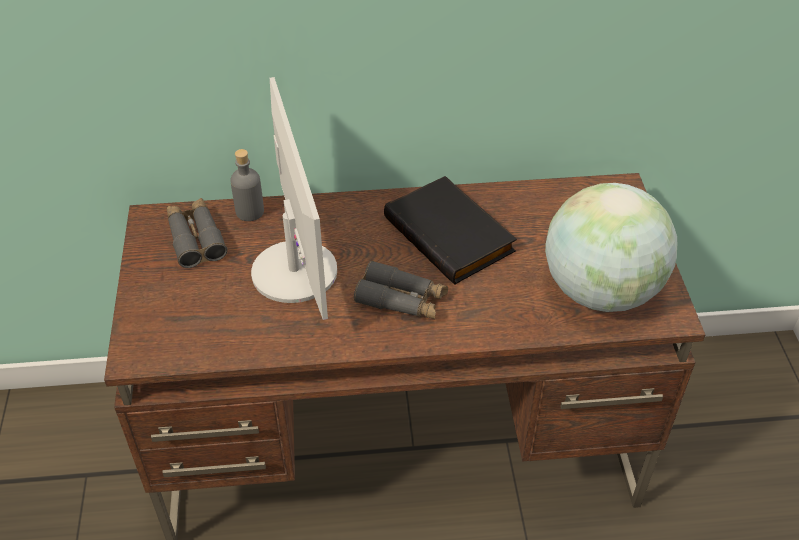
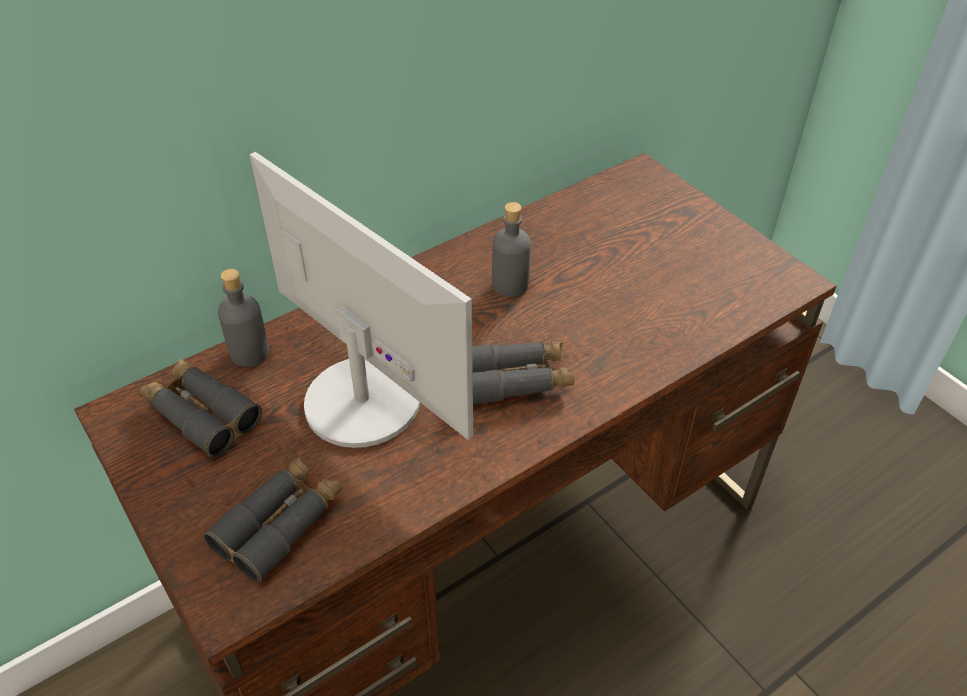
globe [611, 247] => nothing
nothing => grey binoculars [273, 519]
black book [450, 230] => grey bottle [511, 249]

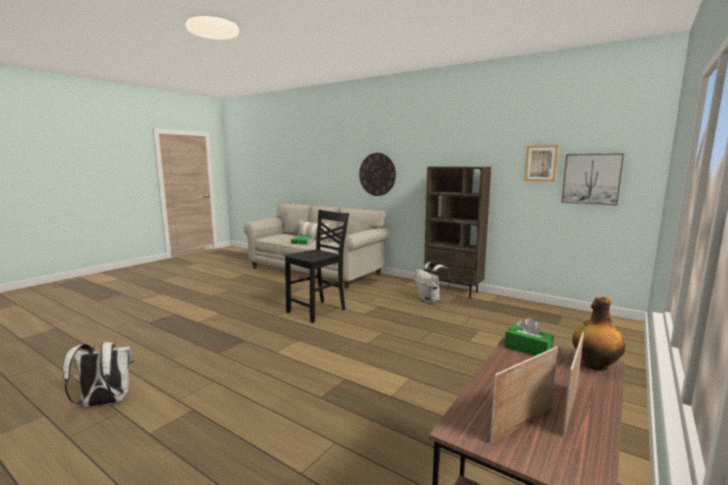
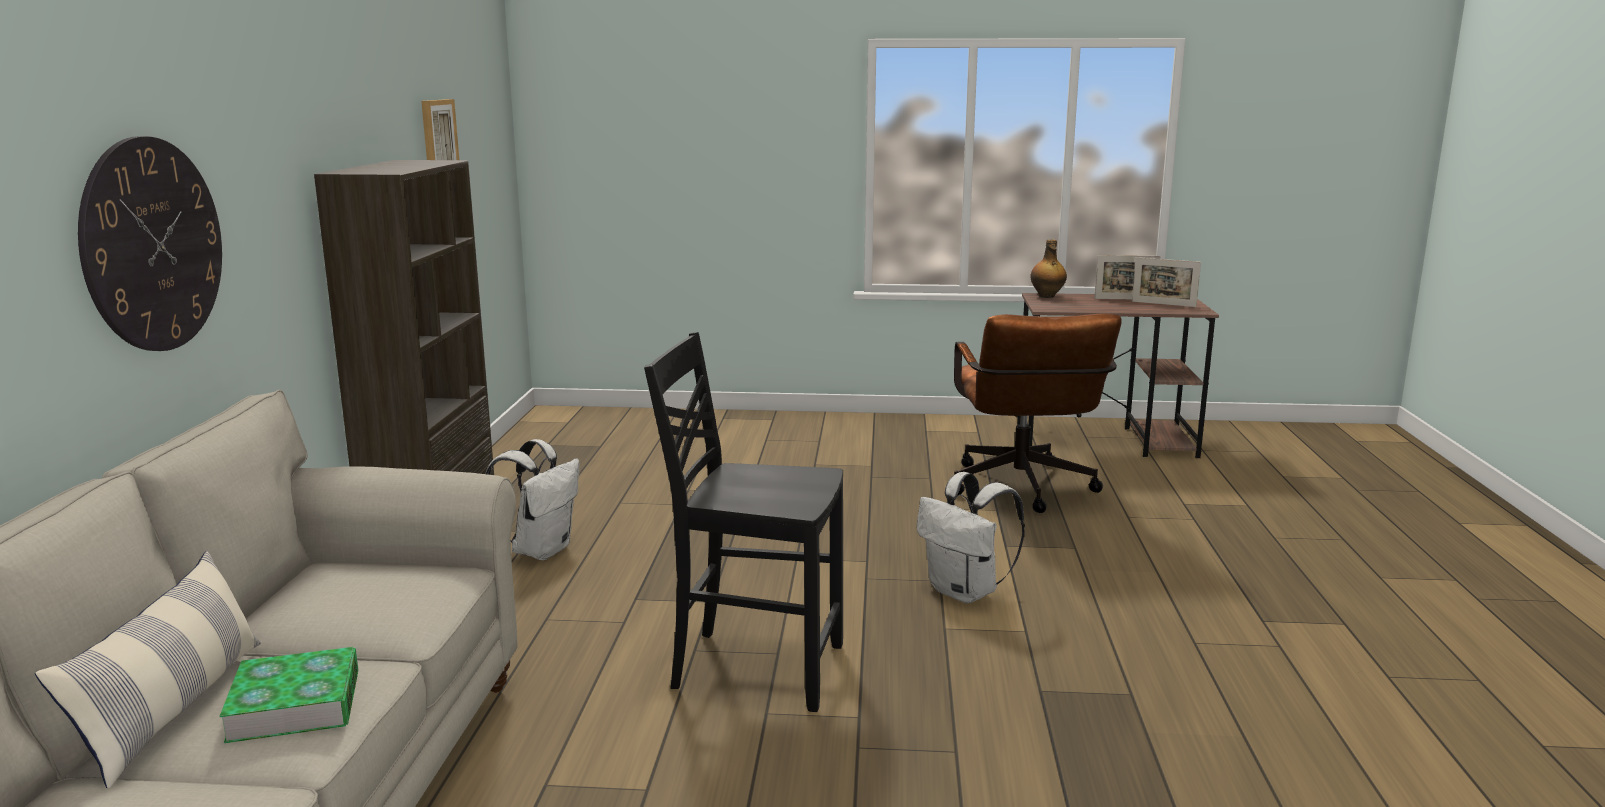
green tissue box [529, 336] => nothing
picture [592, 179] => nothing
nothing => brown office chair [1038, 413]
white backpack [98, 374] => white backpack [971, 537], moved

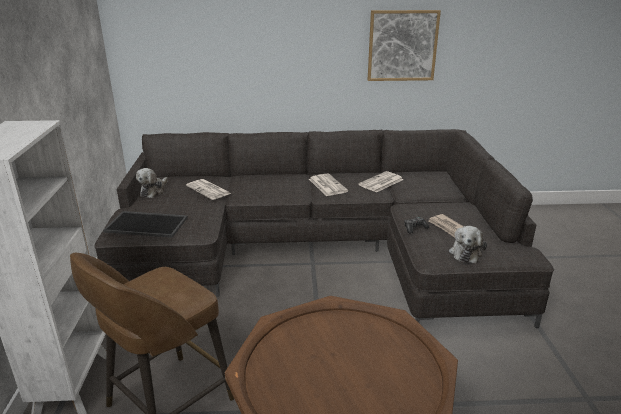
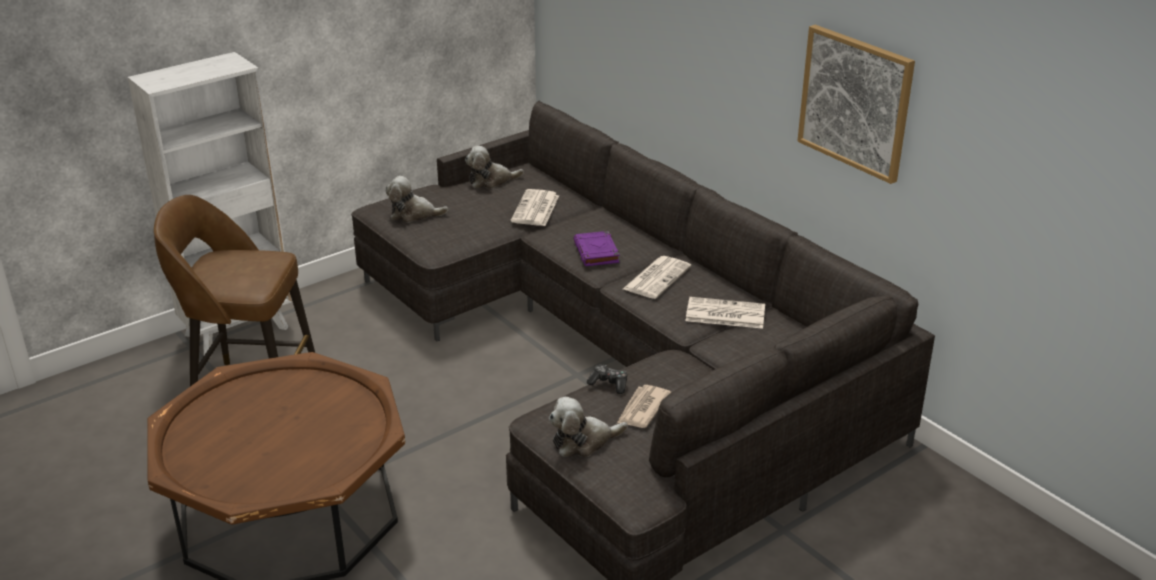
nothing => purple book [596, 248]
tray [145, 224] => plush toy [417, 199]

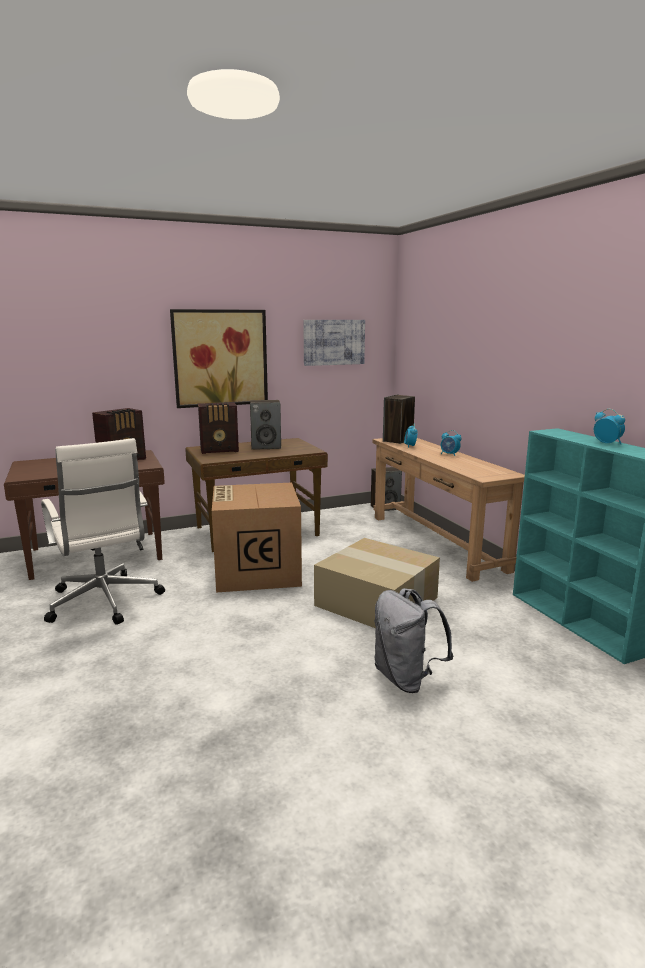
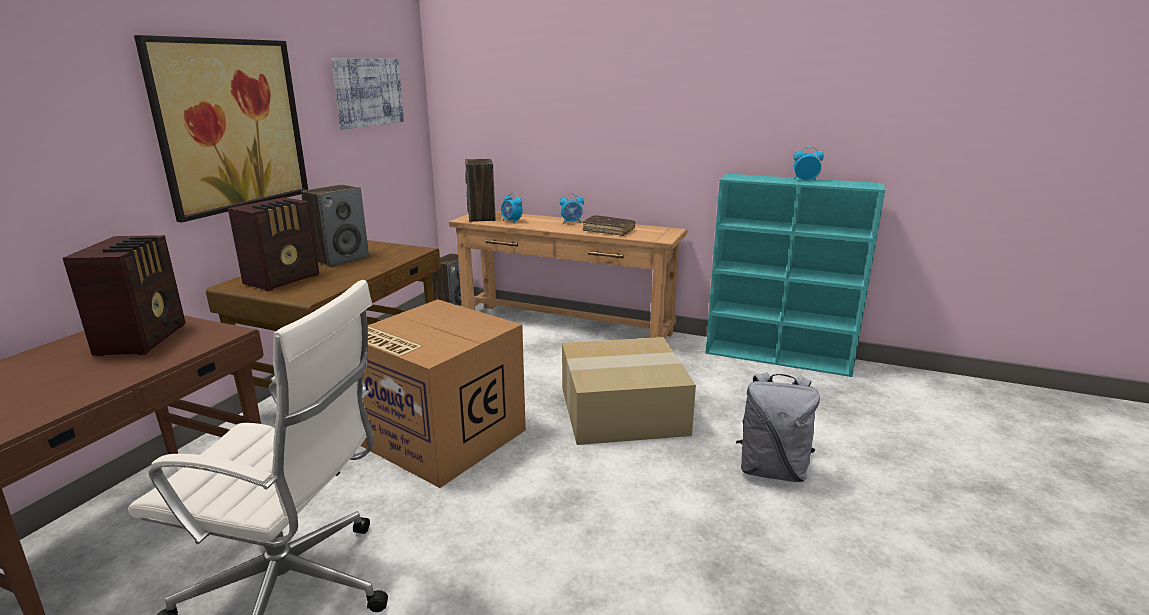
nothing => brown book [608, 225]

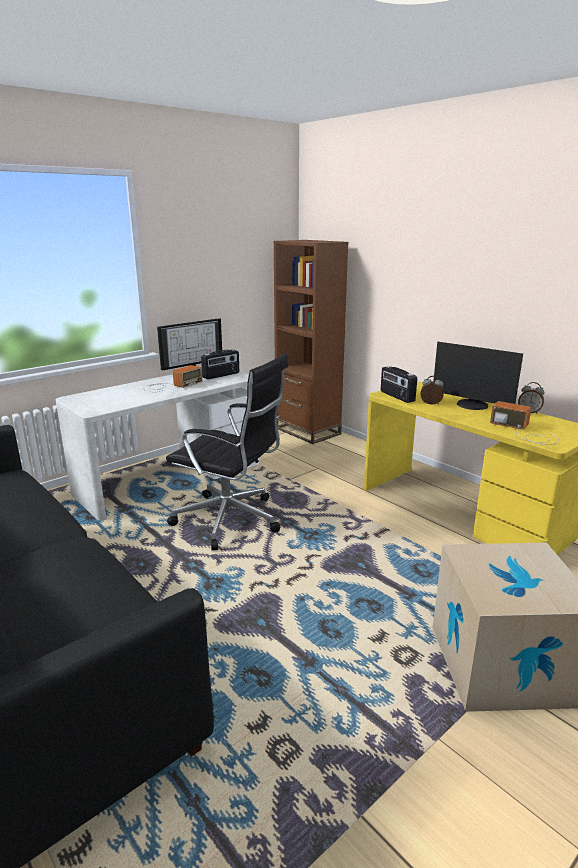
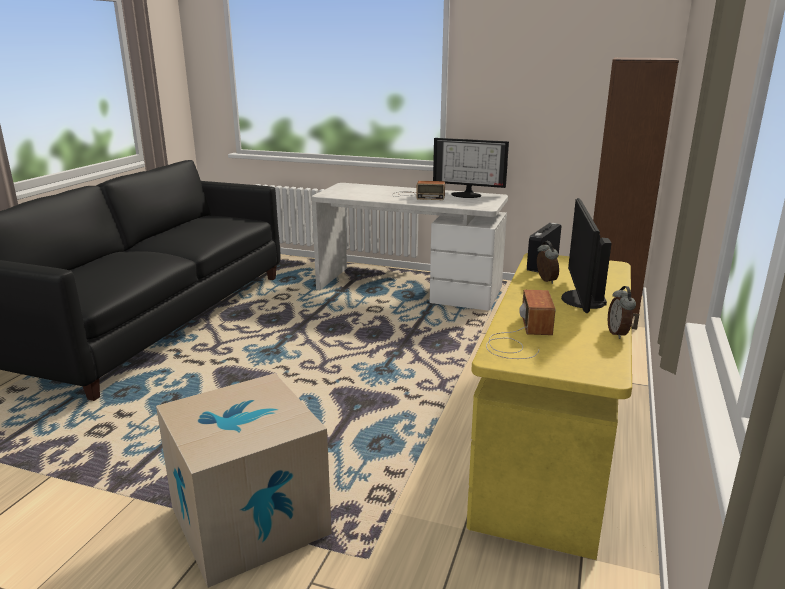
black office chair [227, 452] => nothing
radio [220, 364] => nothing

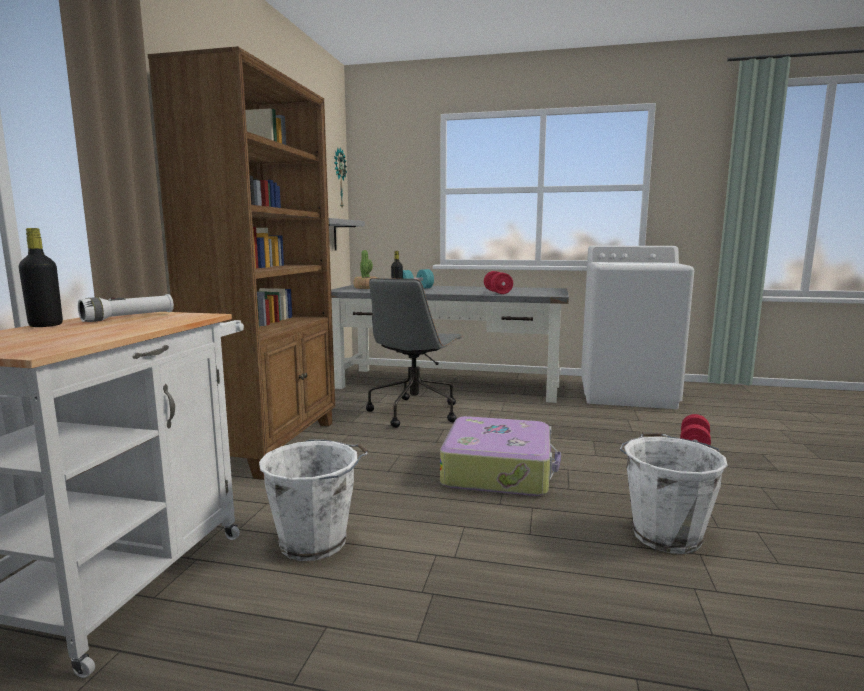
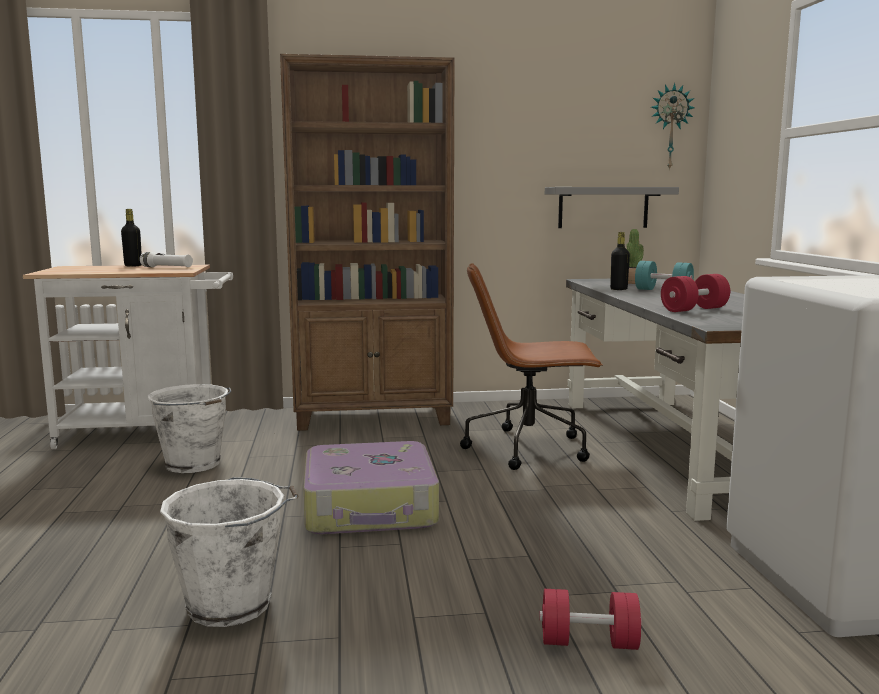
grey office chair [414, 353] => brown office chair [531, 366]

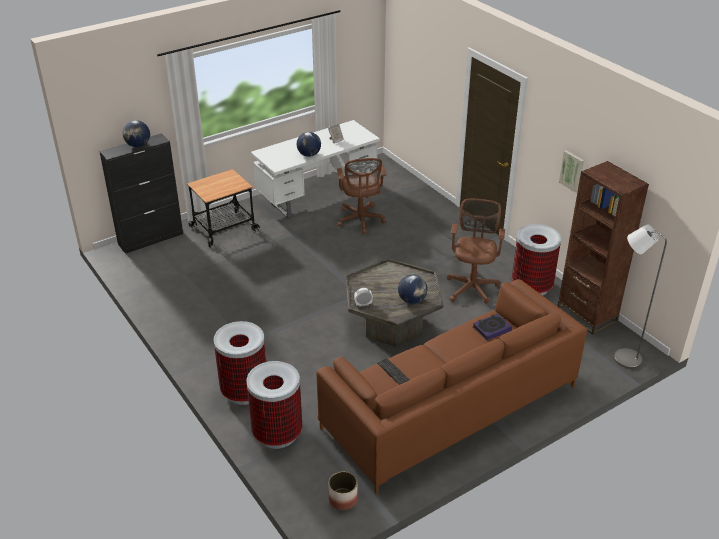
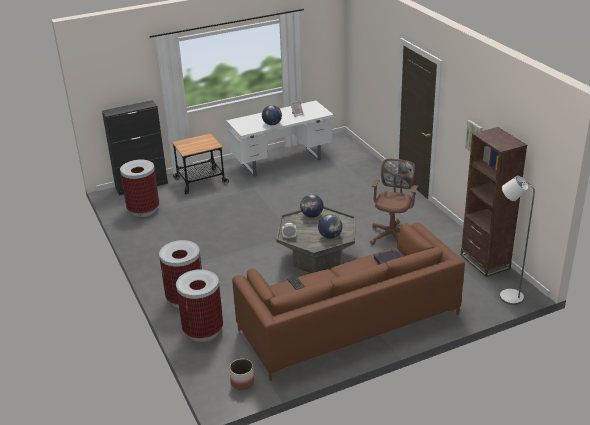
brown office chair [361, 196] => nothing
globe [136, 133] => globe [312, 206], moved
trash can [536, 259] => trash can [139, 188], moved

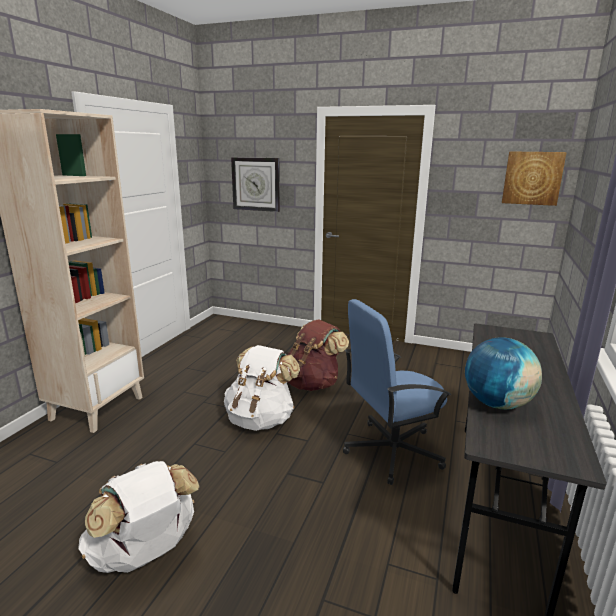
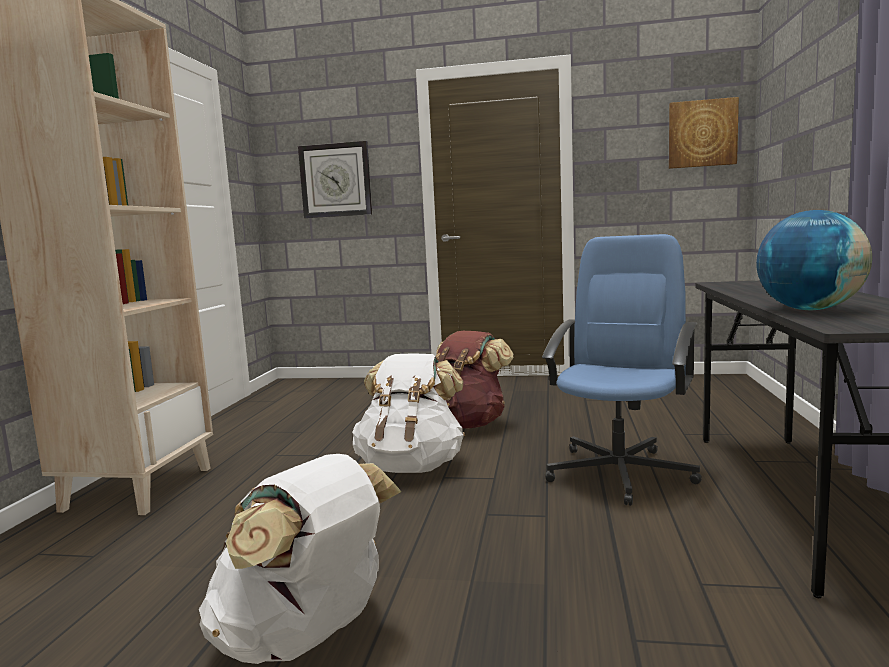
blue office chair [397, 392] => blue office chair [622, 370], 150 degrees clockwise

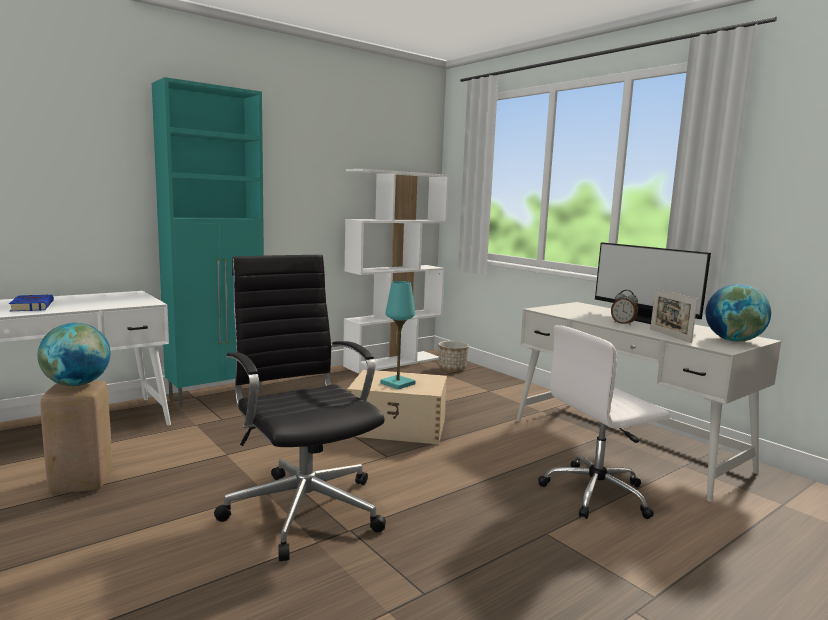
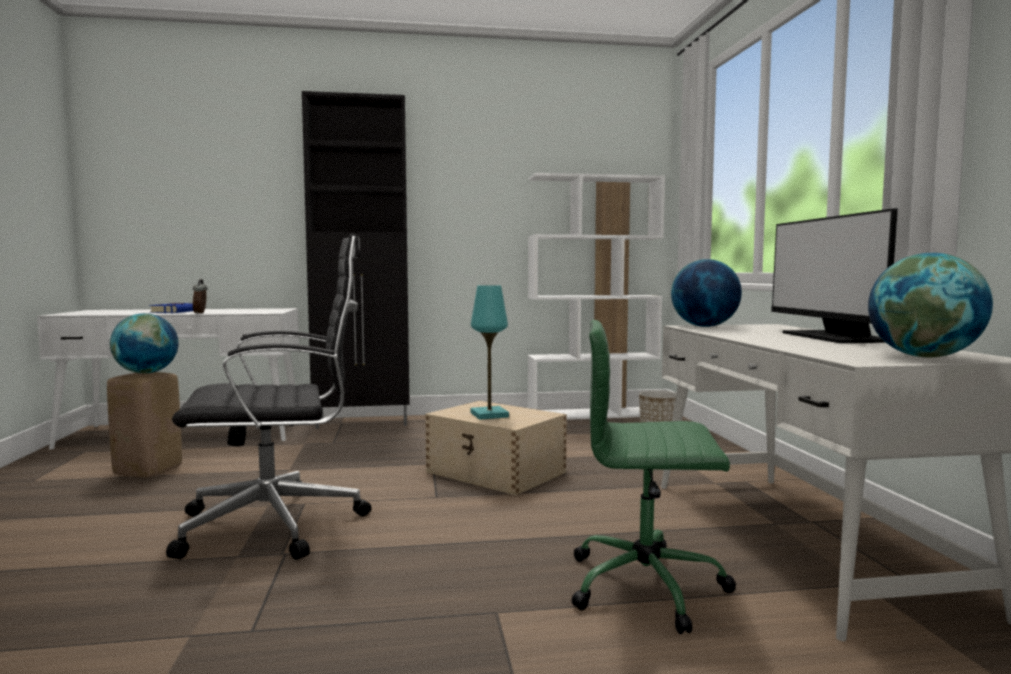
picture frame [674, 316] => nothing
nothing => globe [706, 293]
alarm clock [624, 307] => alarm clock [200, 296], moved
turquoise cabinet [208, 242] => black cabinet [355, 260]
white office chair [604, 422] => green office chair [654, 477]
black office chair [300, 408] => black office chair [268, 396], 75 degrees clockwise

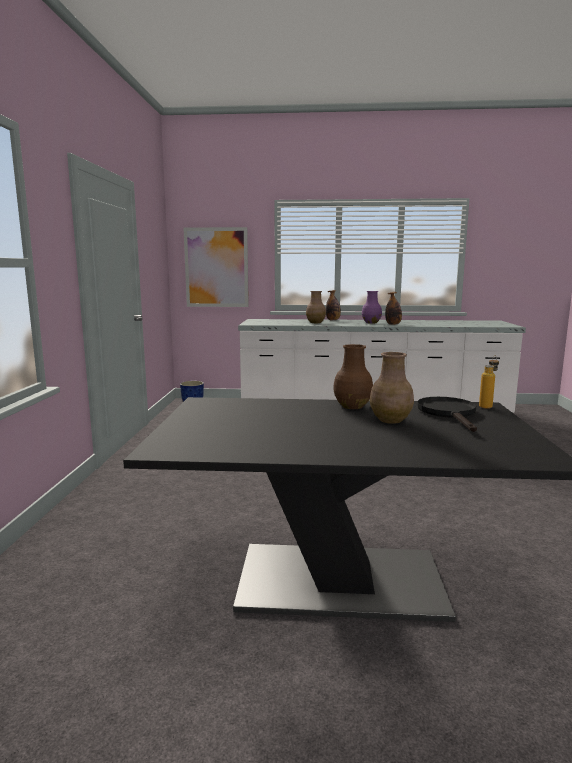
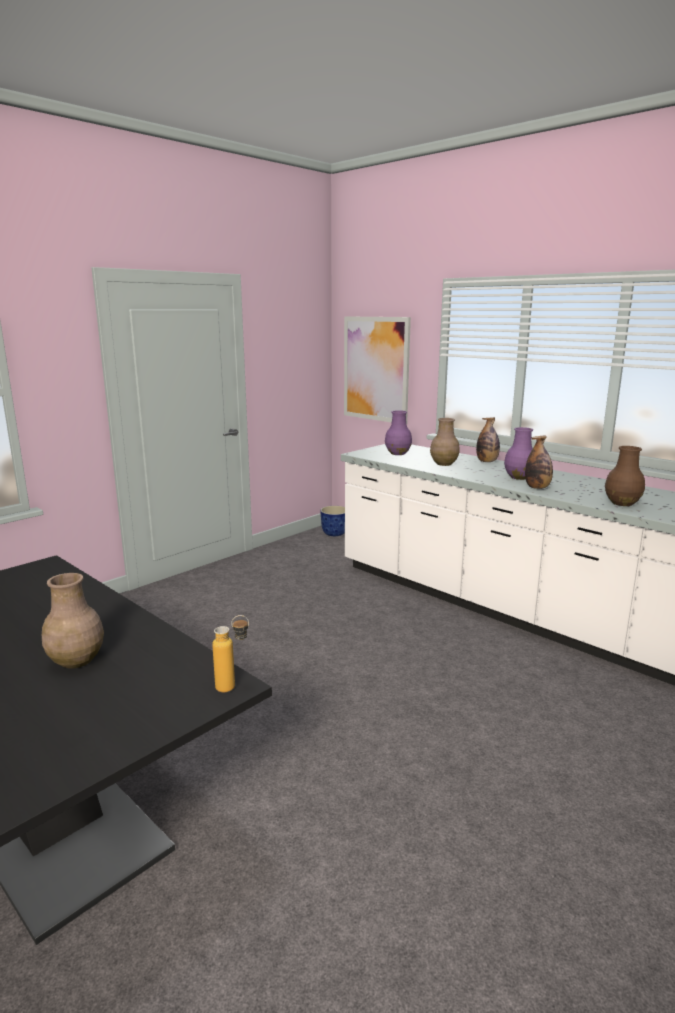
black frying pan [447, 414] => nothing
nothing => purple vase [398, 432]
brown vase [353, 376] => brown vase [625, 476], moved

